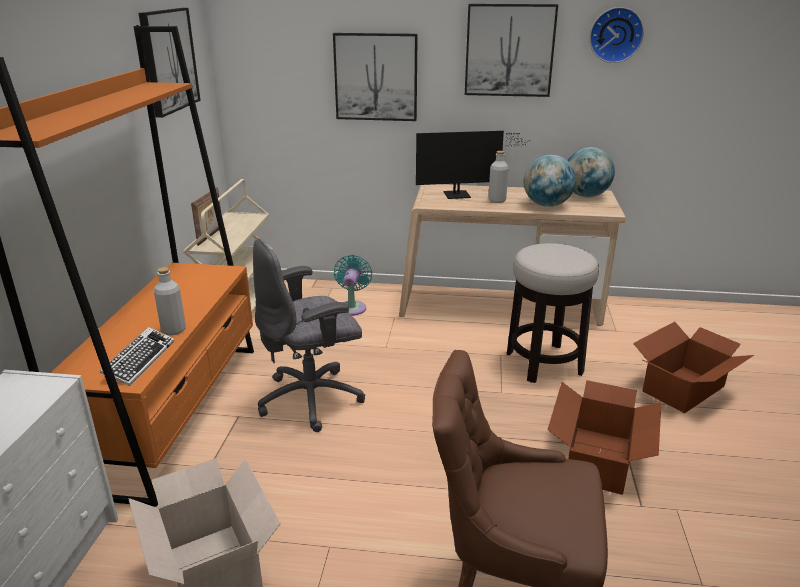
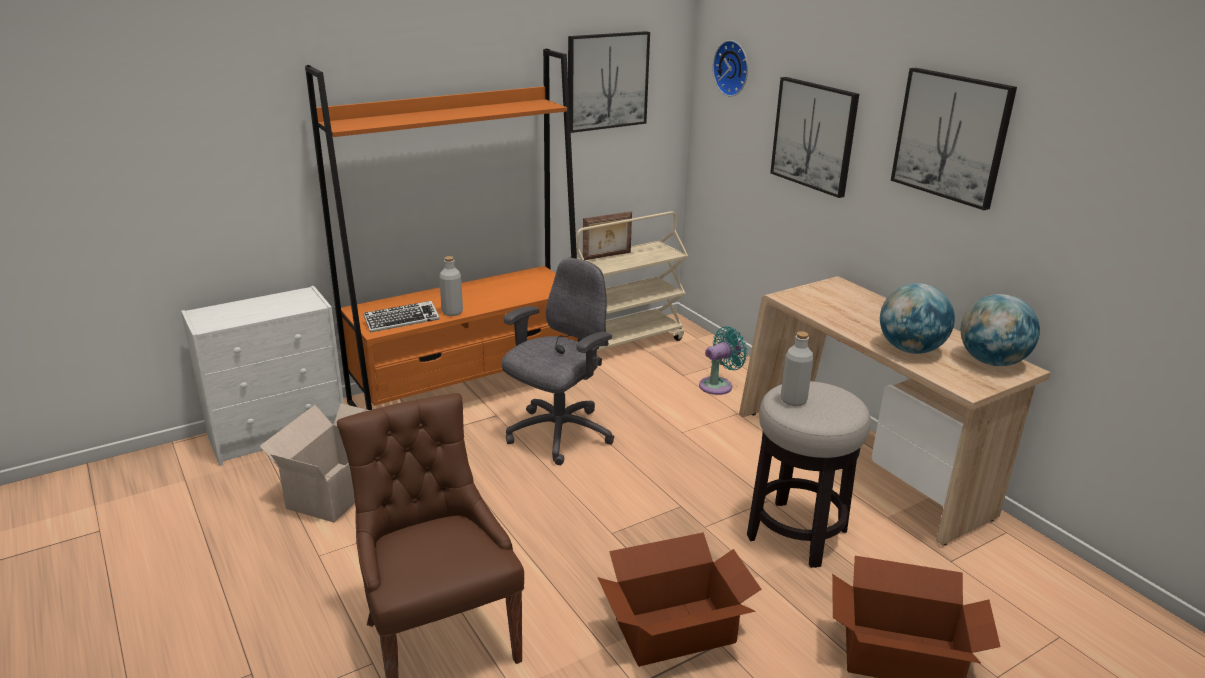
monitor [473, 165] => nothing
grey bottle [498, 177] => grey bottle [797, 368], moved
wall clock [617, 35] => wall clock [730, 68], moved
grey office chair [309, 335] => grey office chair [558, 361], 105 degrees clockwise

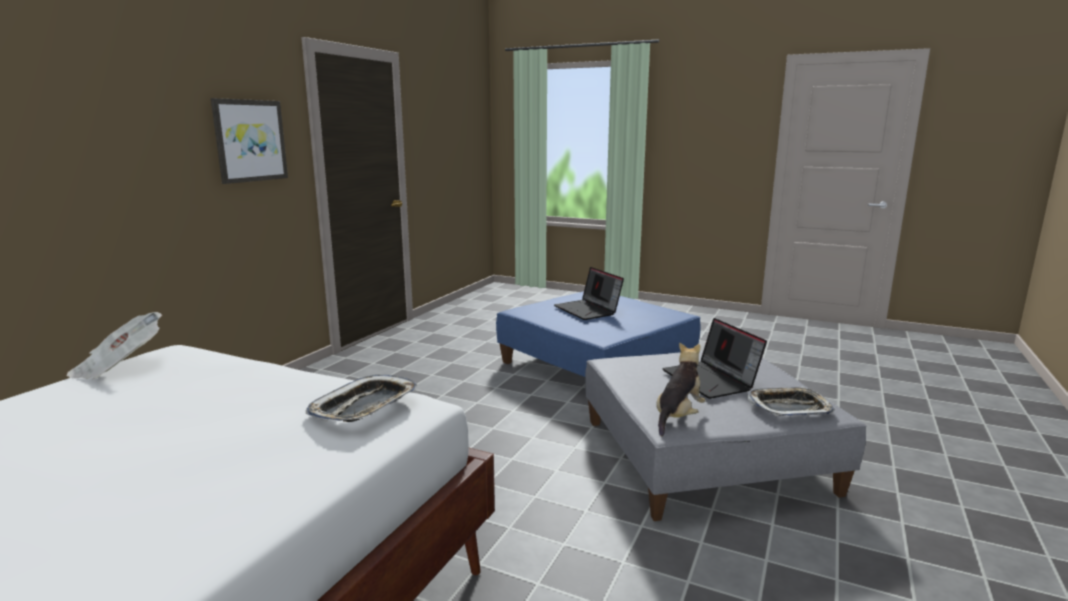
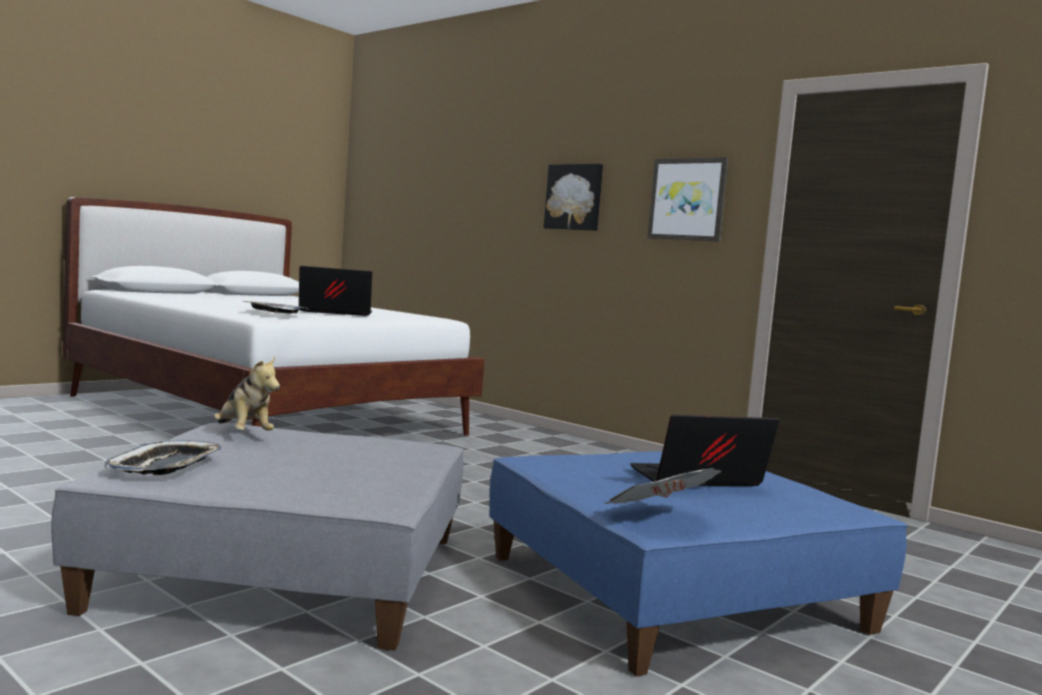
nothing => picture [573, 197]
newspaper [114, 345] => newspaper [663, 486], moved
laptop [714, 358] => laptop [335, 291], moved

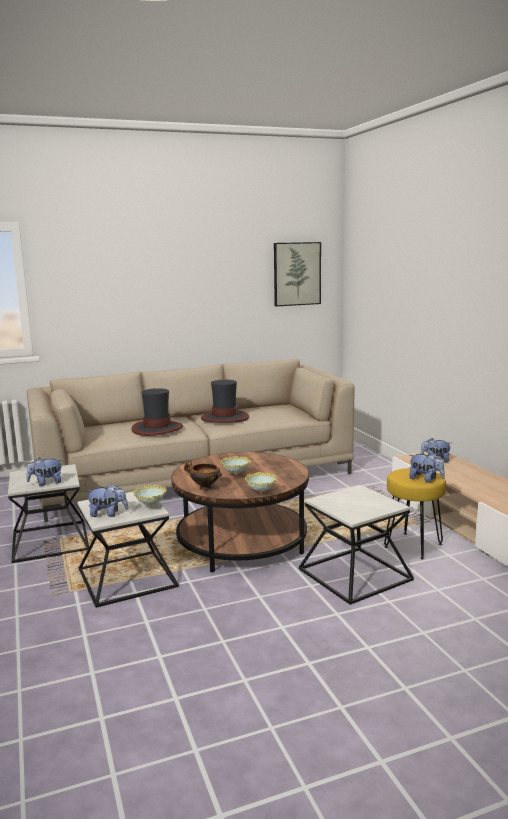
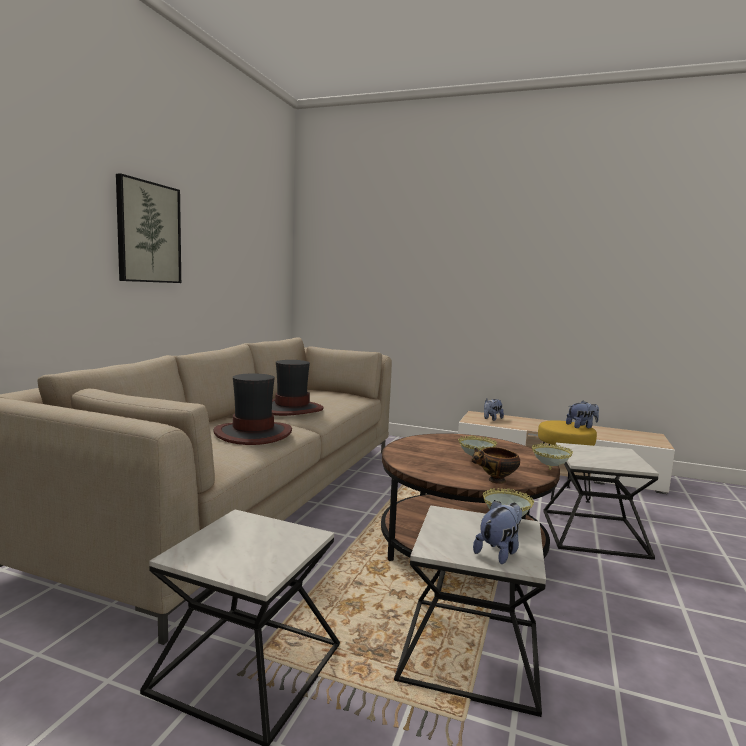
plush toy [44, 471] => nothing
picture [297, 274] => picture [148, 228], moved

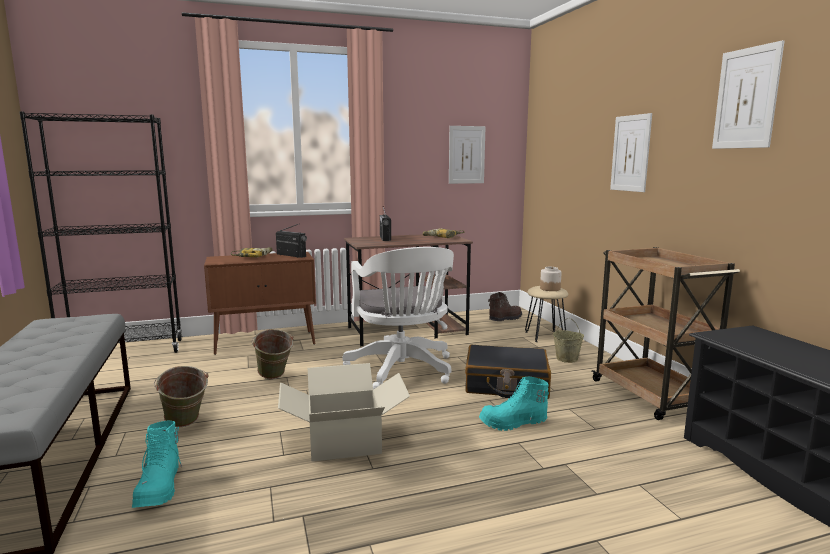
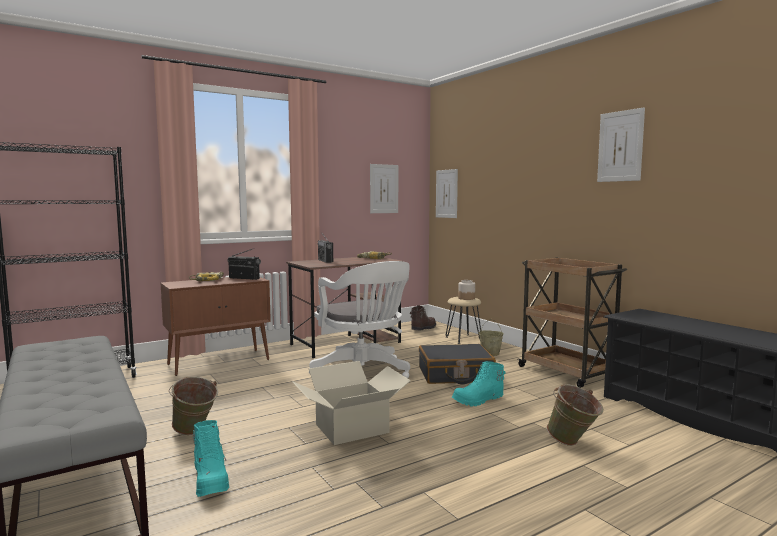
green bucket [272, 354] => green bucket [575, 415], moved
picture [631, 152] => picture [447, 193], moved

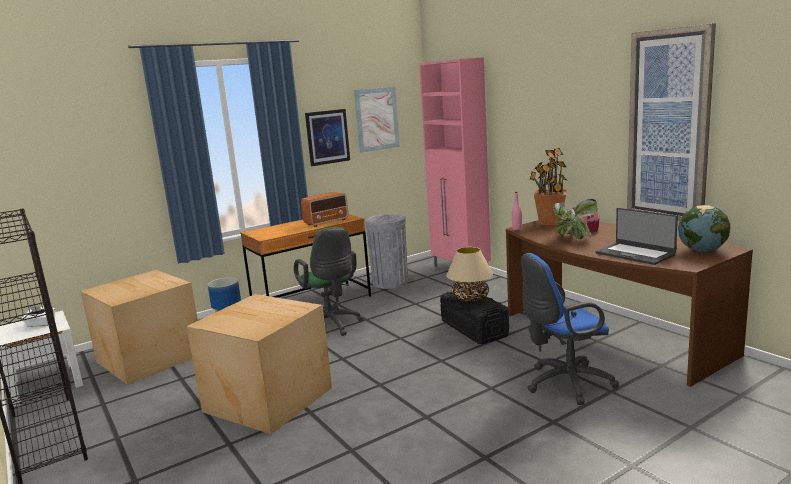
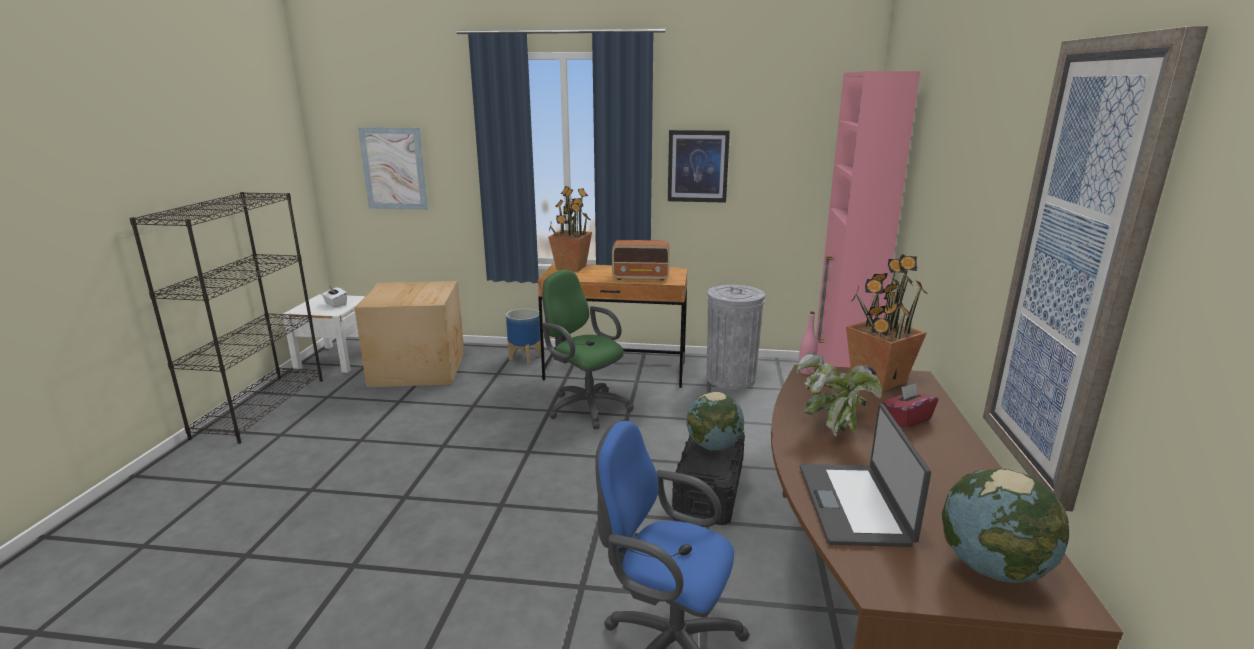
cardboard box [259, 364] => nothing
nothing => potted plant [570, 229]
picture [377, 120] => picture [393, 168], moved
beige table lamp [469, 274] => globe [715, 421]
green office chair [328, 281] => green office chair [588, 349], 120 degrees clockwise

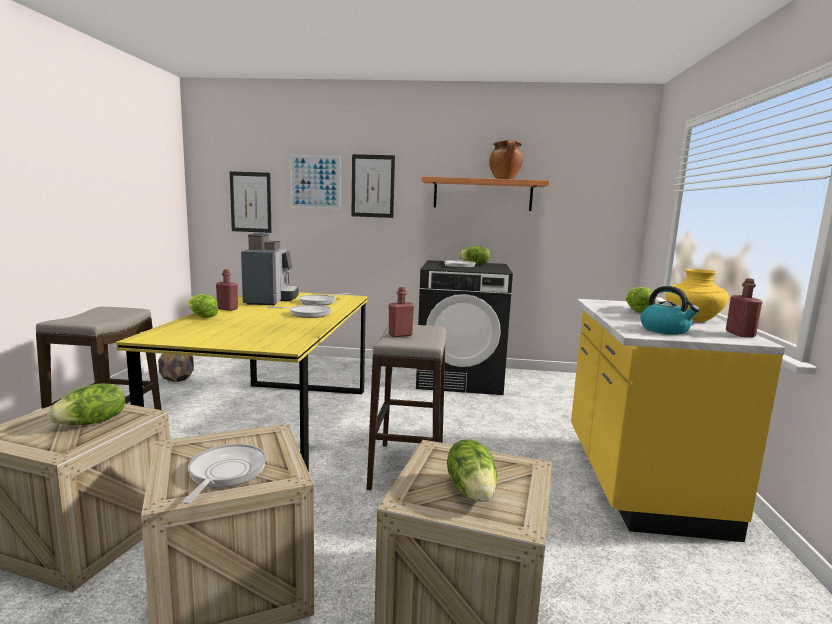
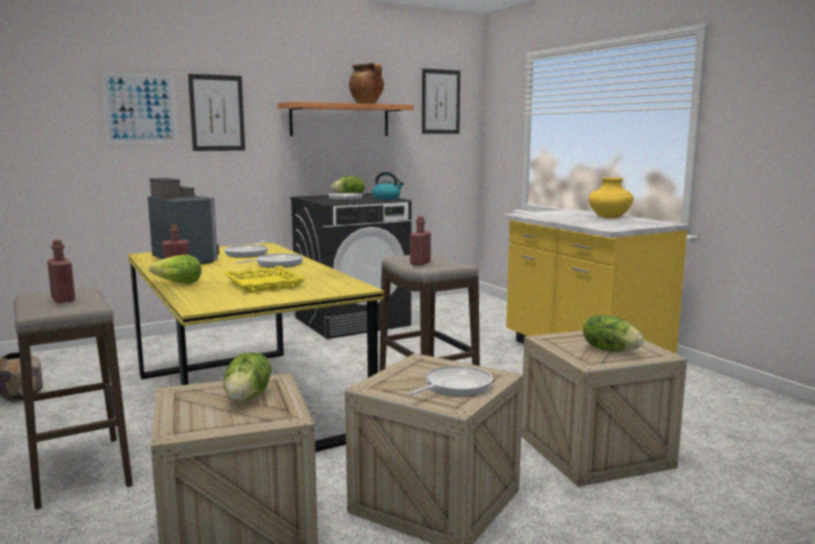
lettuce [641, 300] => nothing
nothing => yellow tray [264, 279]
picture [251, 202] => picture [441, 101], moved
kettle [670, 310] => kettle [388, 186], moved
red bottle [744, 307] => red bottle [61, 271], moved
frying pan [225, 474] => frying pan [450, 381], 75 degrees clockwise

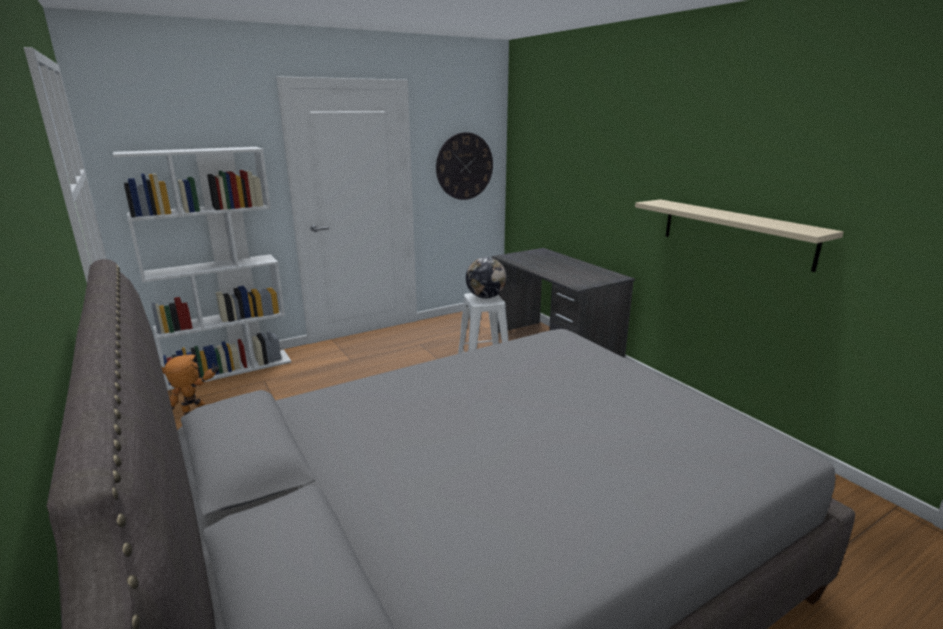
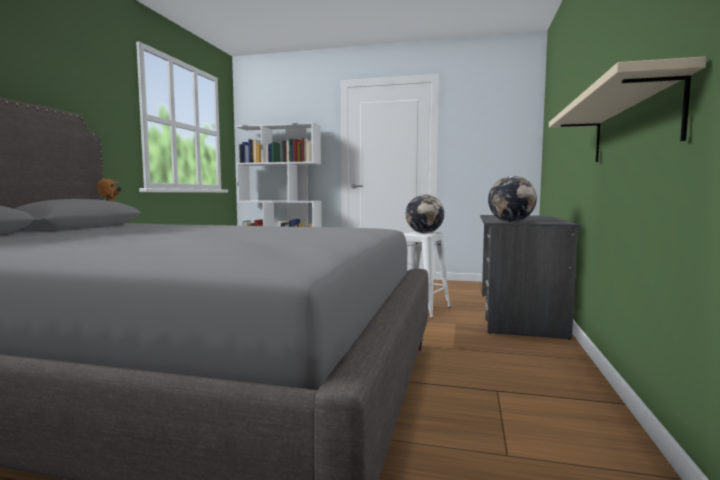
wall clock [464, 166] => nothing
nothing => globe [512, 199]

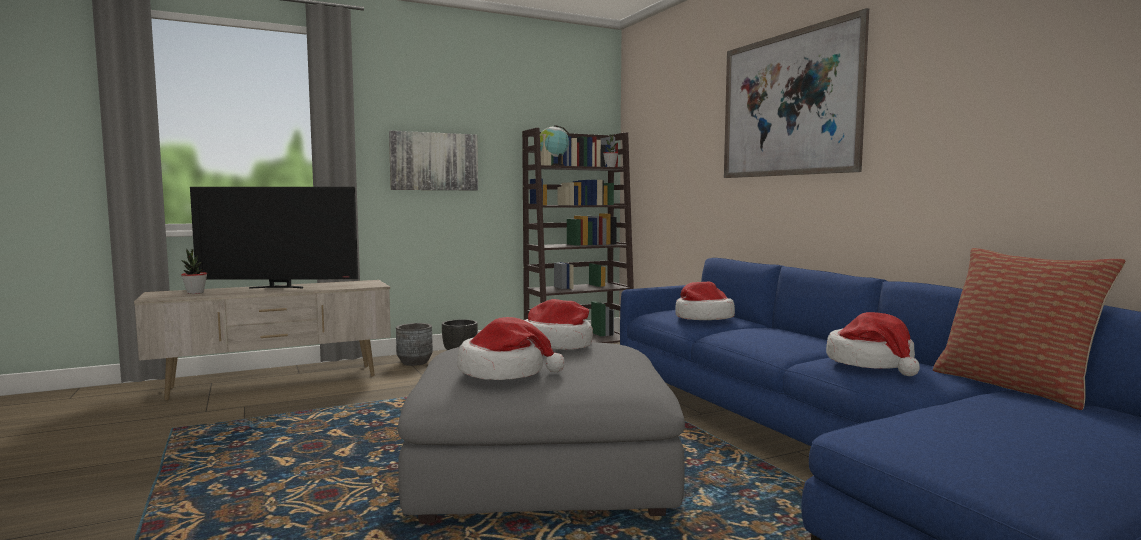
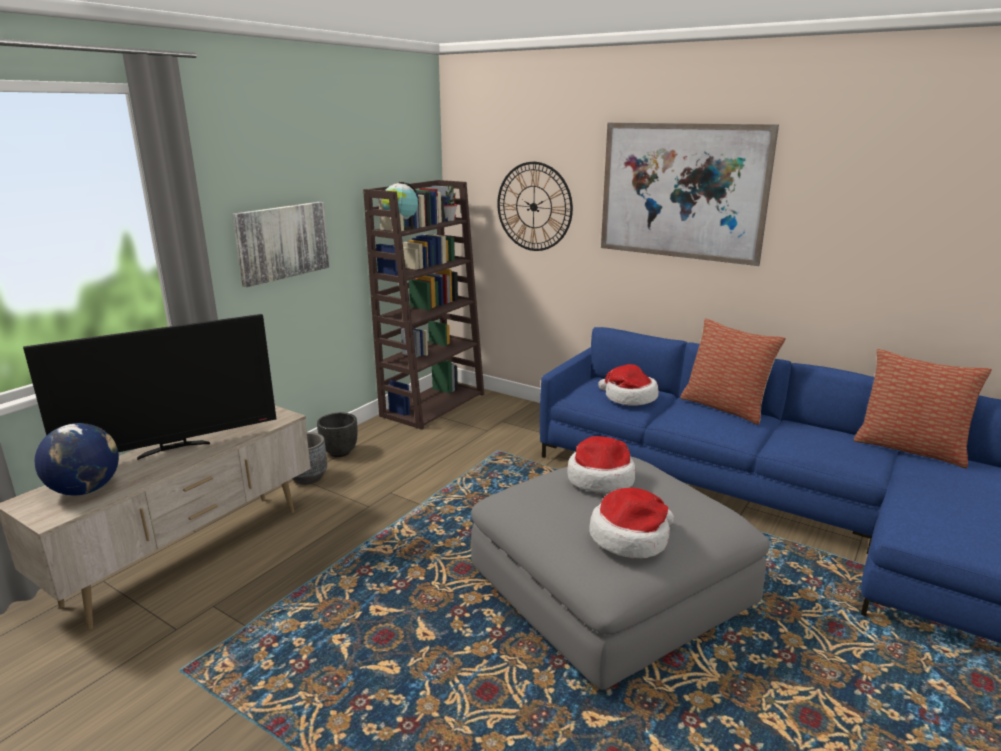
hat [873, 344] => nothing
nothing => wall clock [535, 206]
nothing => pillow [733, 371]
potted plant [194, 271] => globe [77, 459]

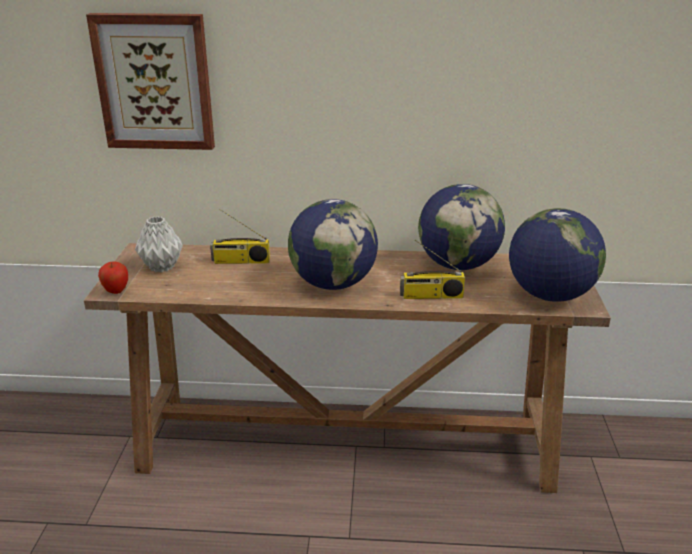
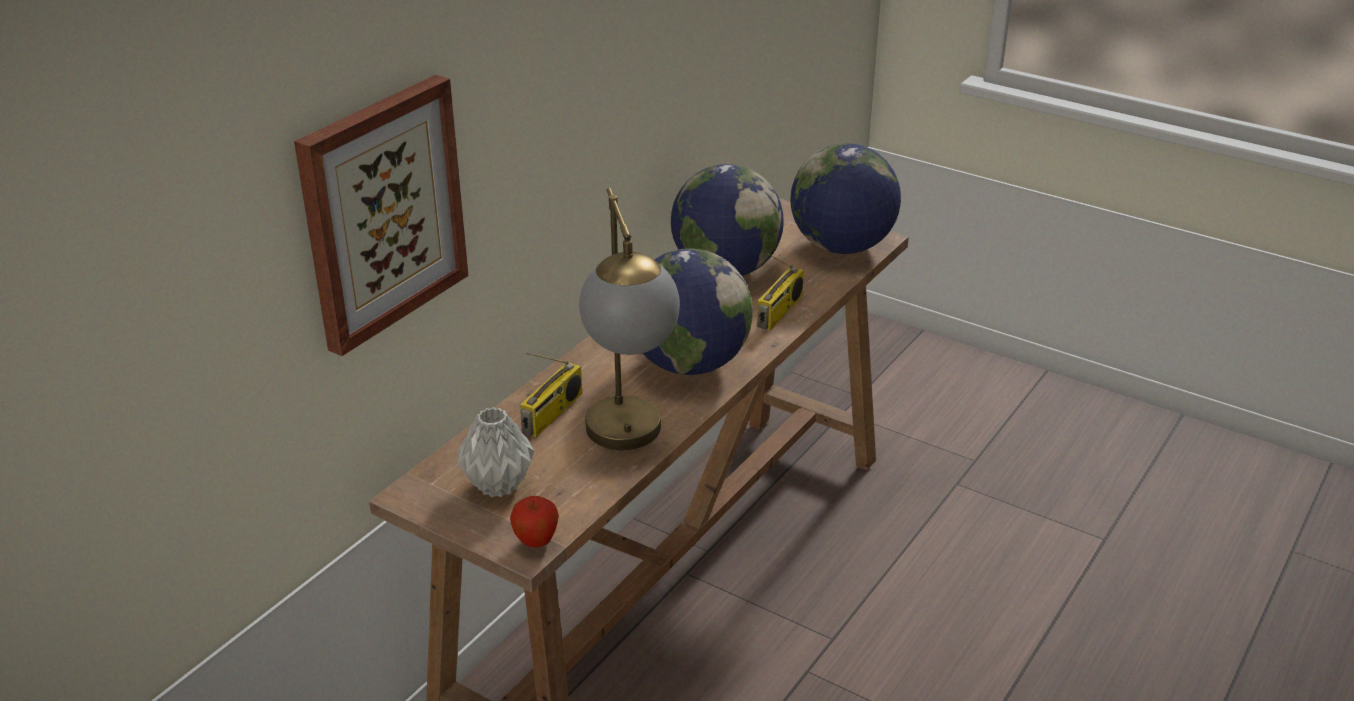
nothing => table lamp [629, 319]

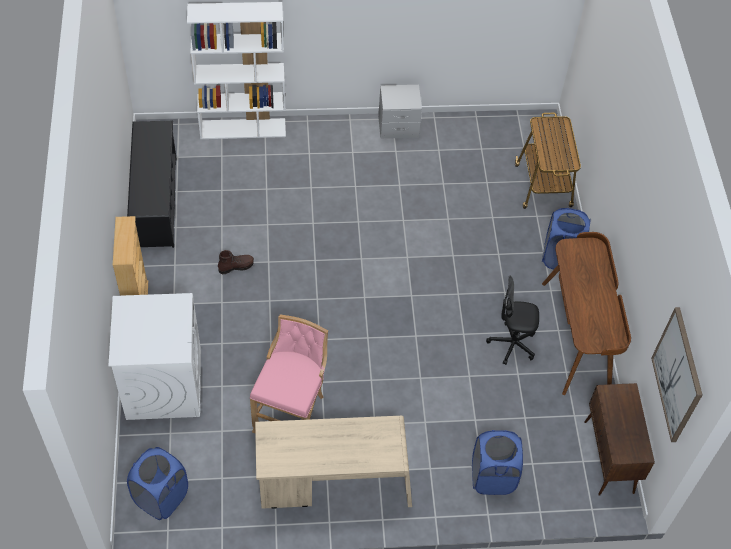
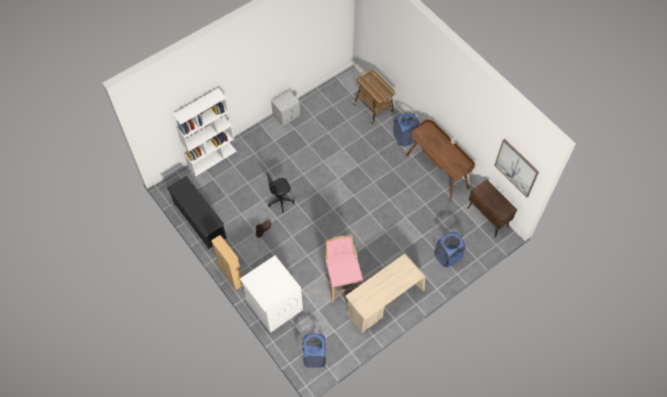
black office chair [512, 320] => black office chair [280, 192], moved

